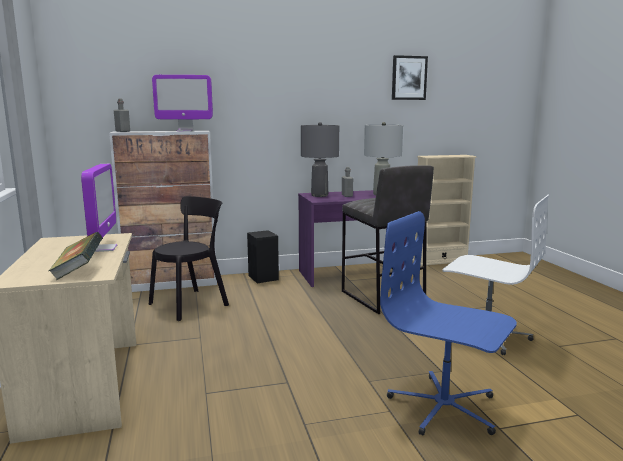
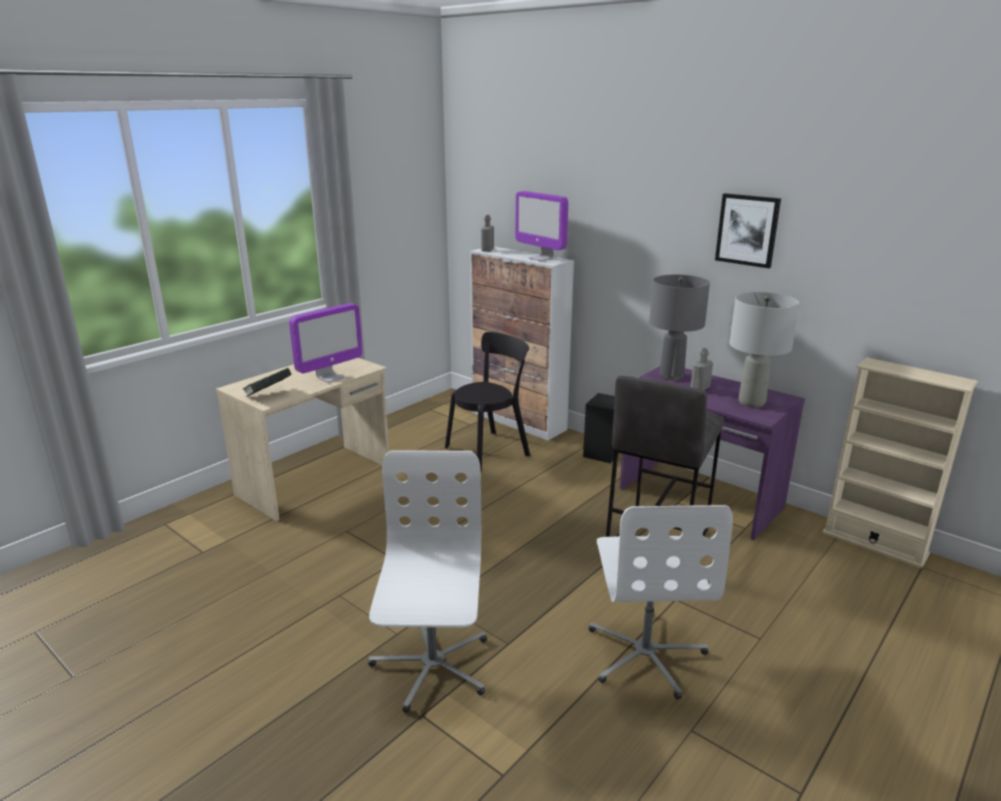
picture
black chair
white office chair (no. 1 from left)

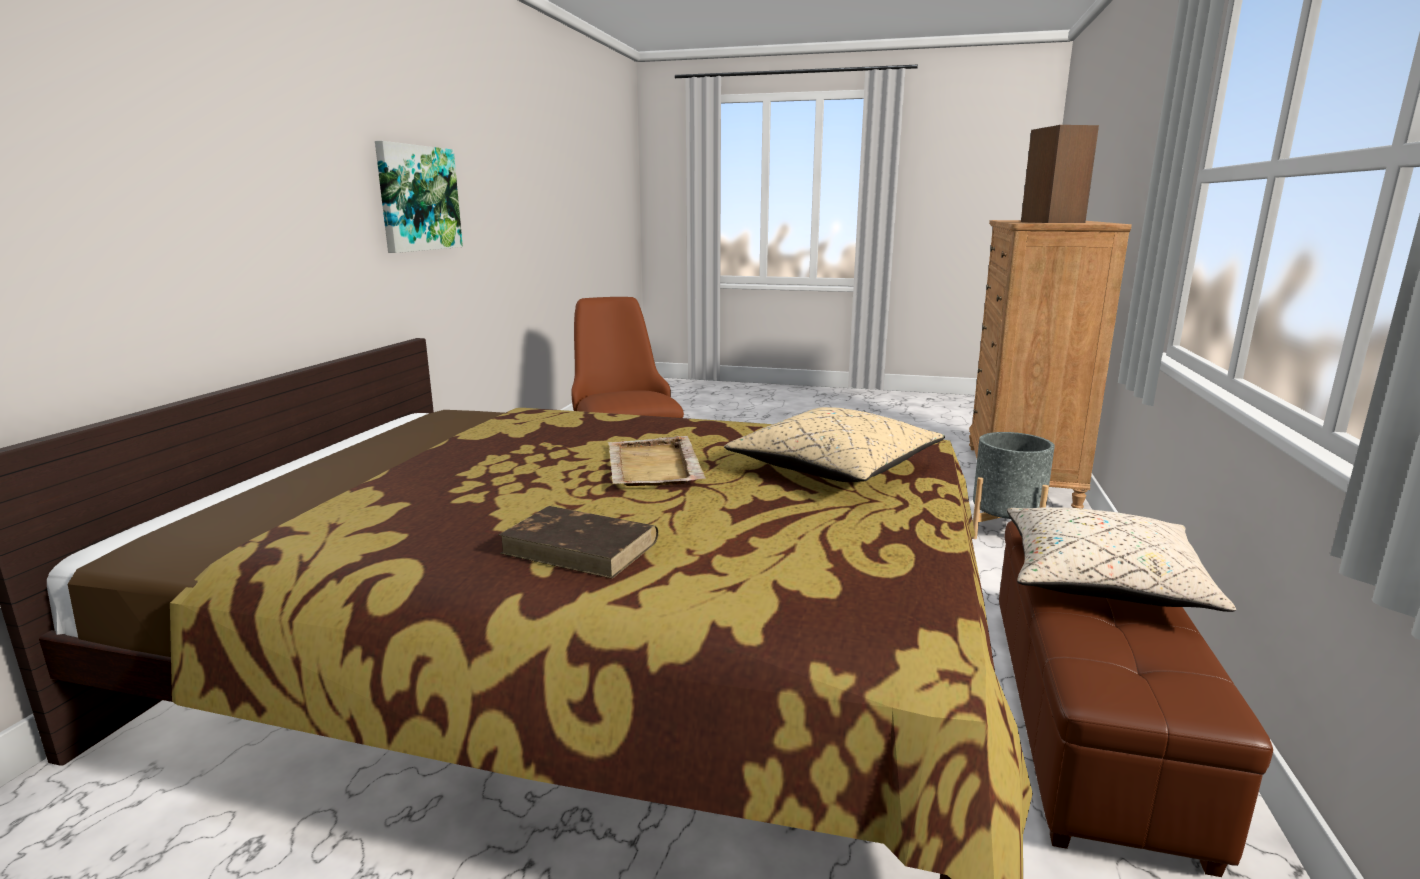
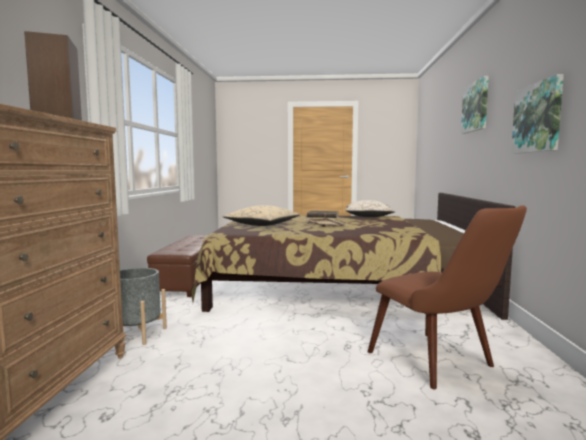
beige pillow (no. 2 from left)
picture (no. 1 from left)

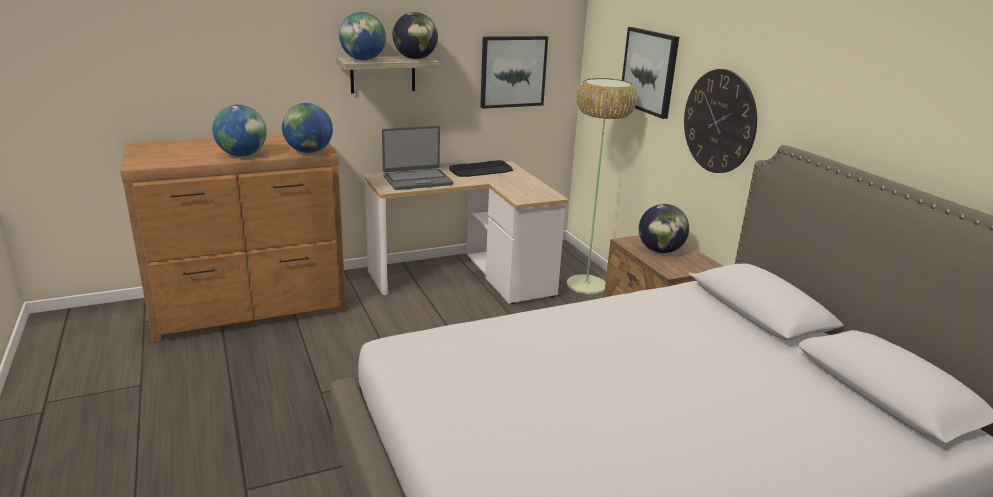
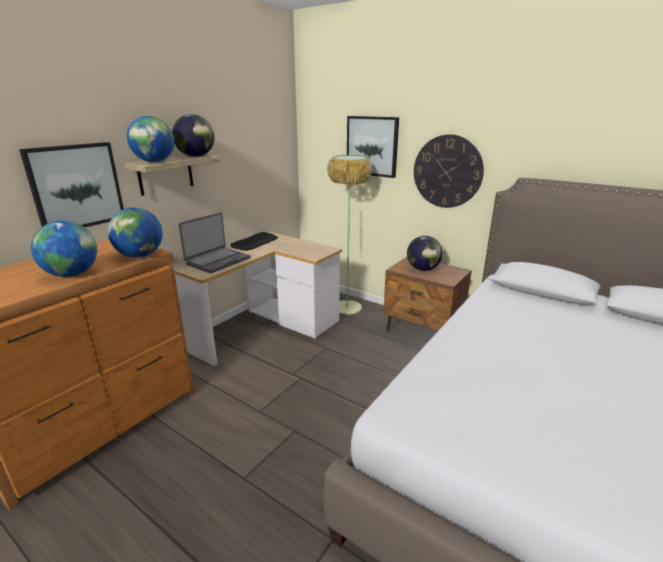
picture (no. 1 from left)

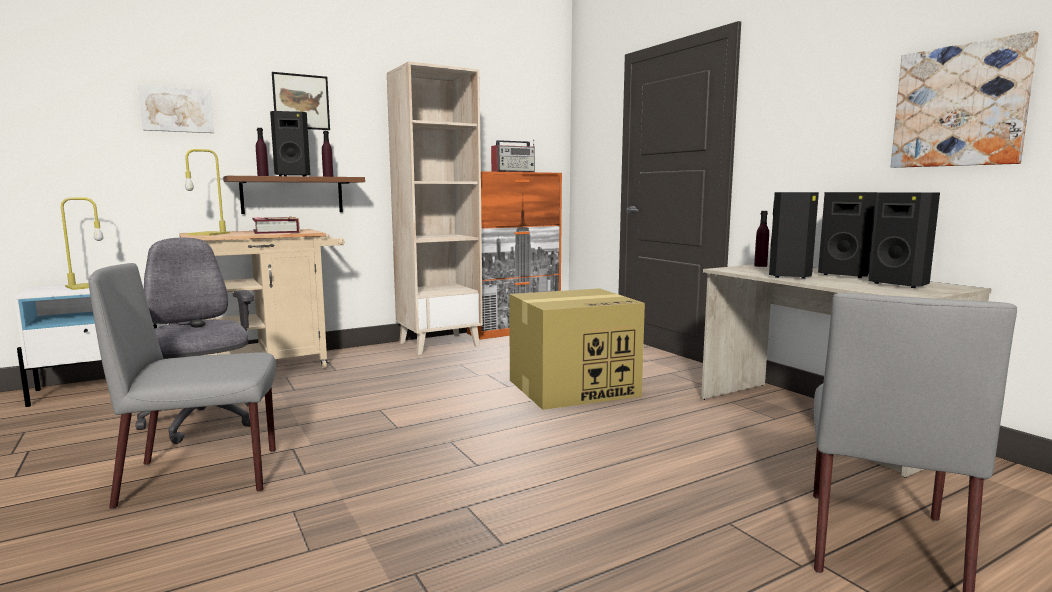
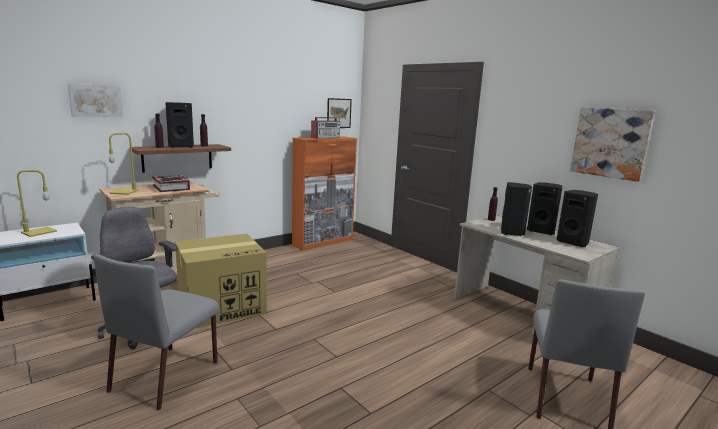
beige bookcase
picture (no. 2 from left)
grey chair (no. 1 from left)
cardboard box

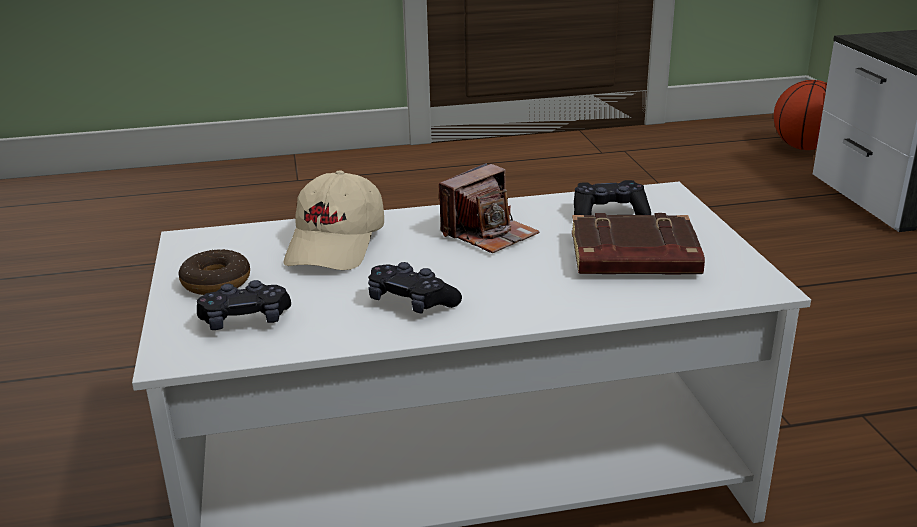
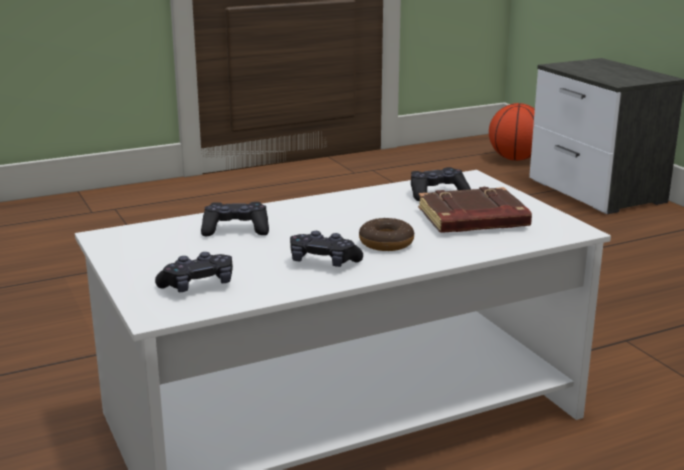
photo camera
black game controller (no. 2 from left)
donut

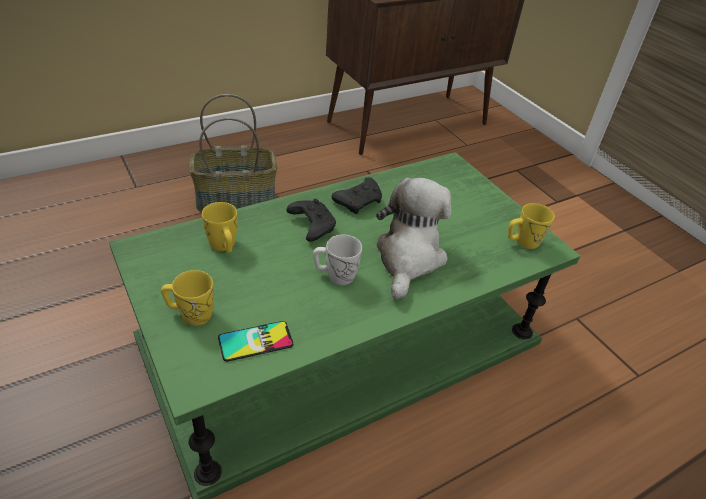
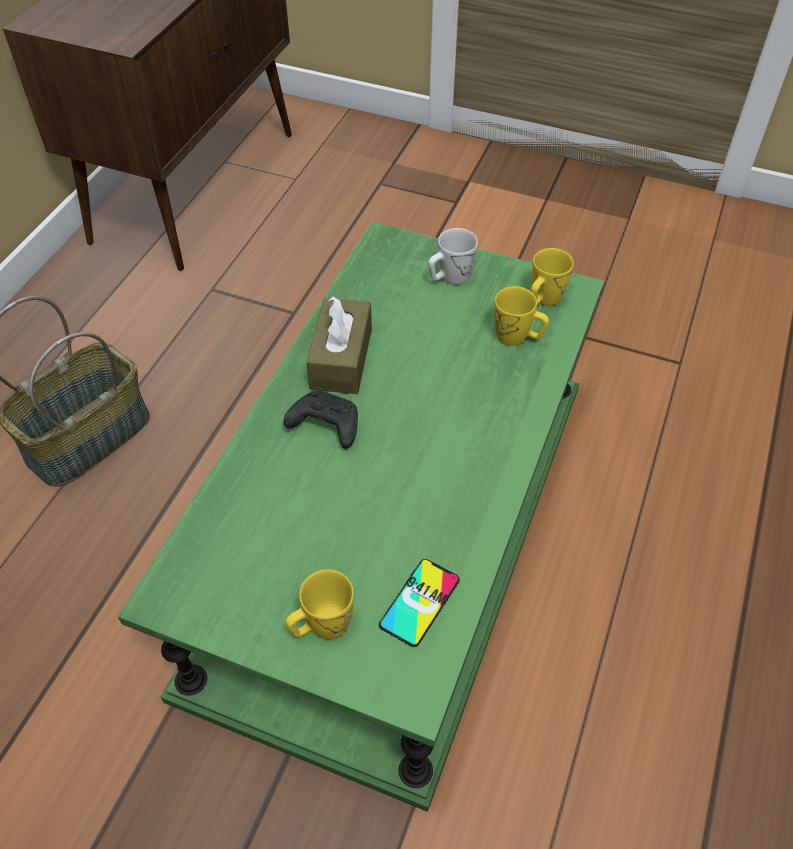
brown tissue box
plush toy
yellow mug (no. 2 from left)
white mug

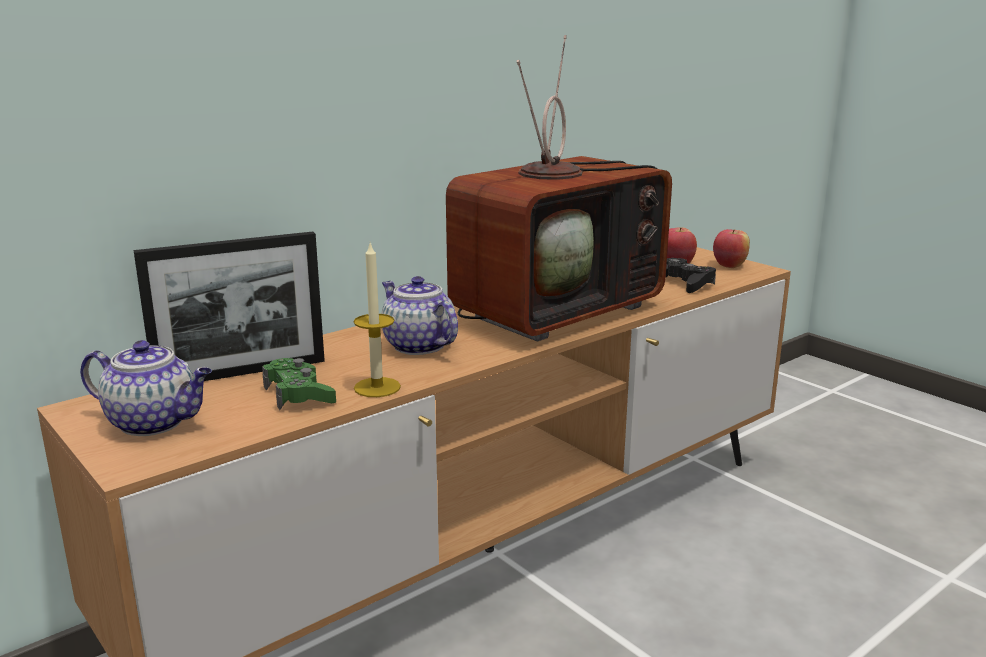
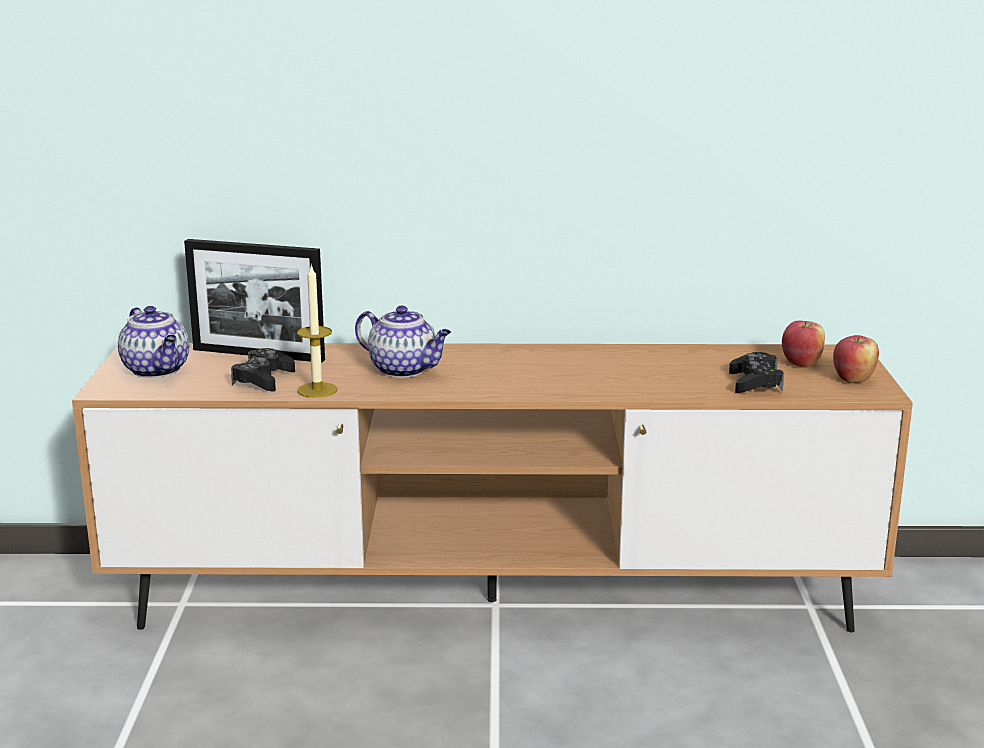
television
teapot (no. 2 from left)
black game controller (no. 1 from left)

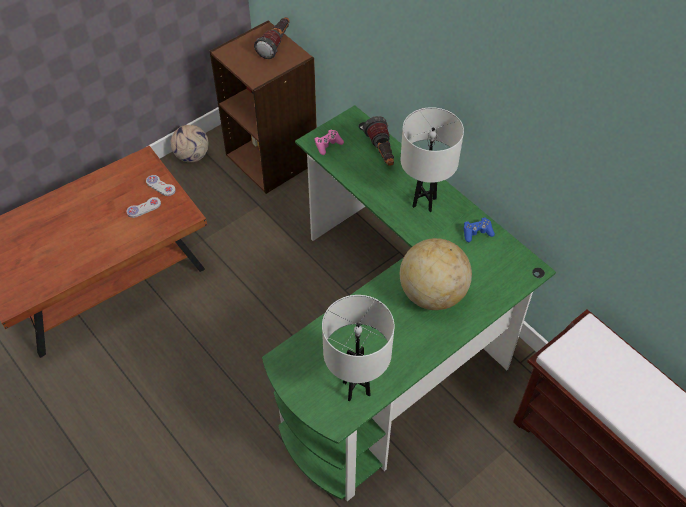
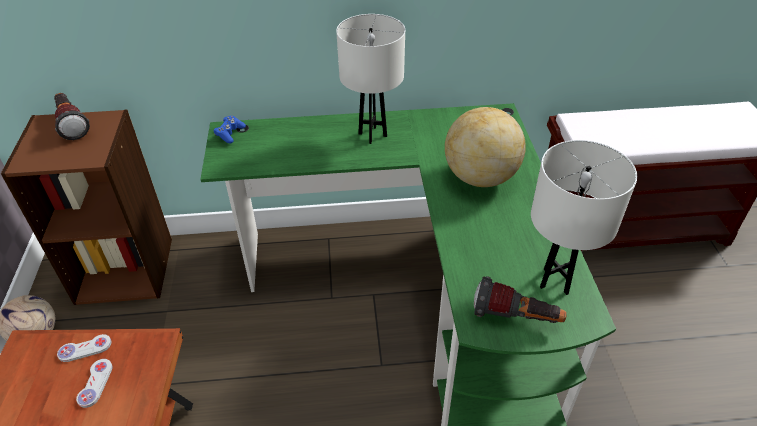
flashlight (no. 2 from left)
pink game controller
blue game controller

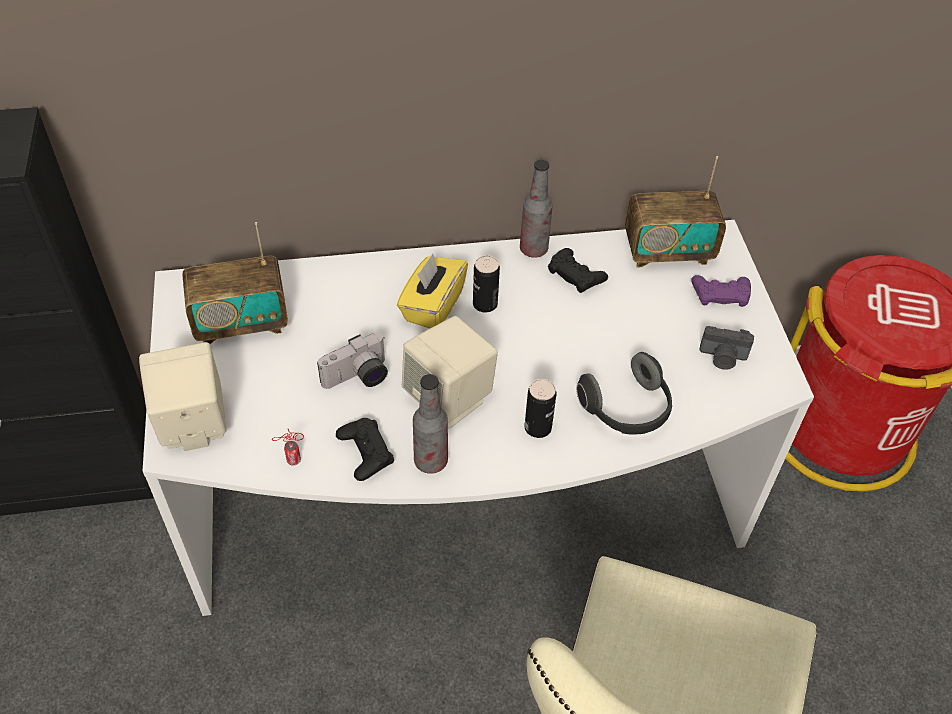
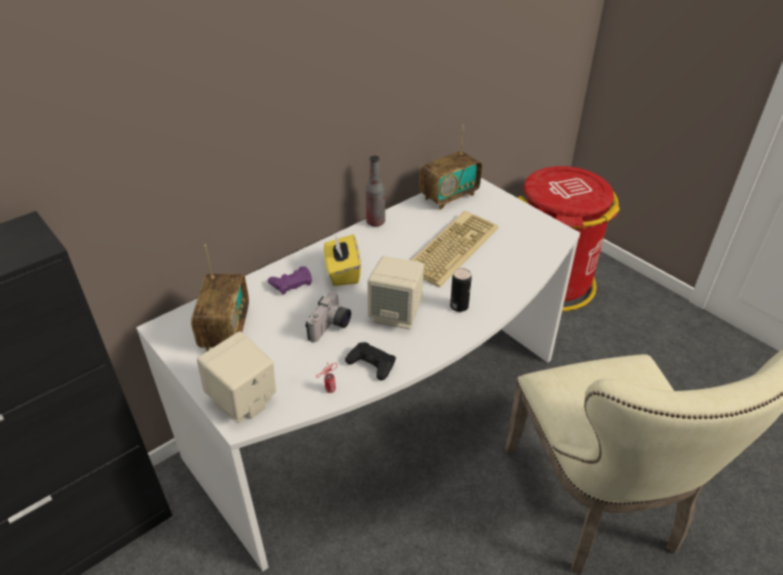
radio (no. 1 from left)
black game controller (no. 2 from left in the first image)
can (no. 2 from left in the first image)
purple game controller
photo camera (no. 2 from left in the first image)
headphones
bottle (no. 1 from left in the first image)
keyboard

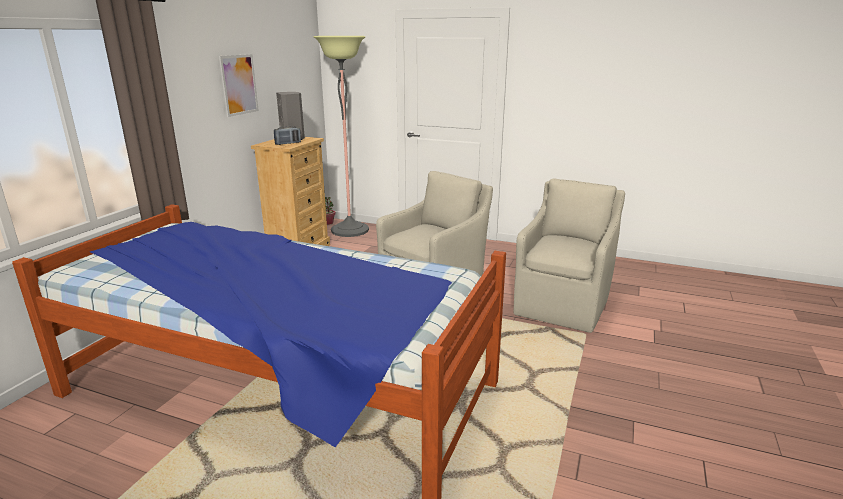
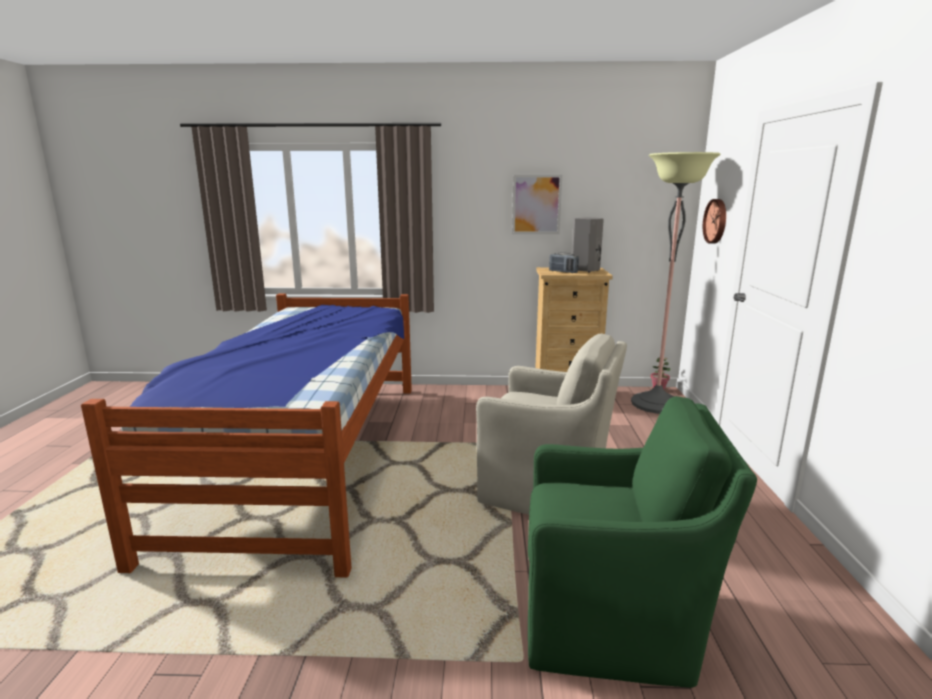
green armchair
wall clock

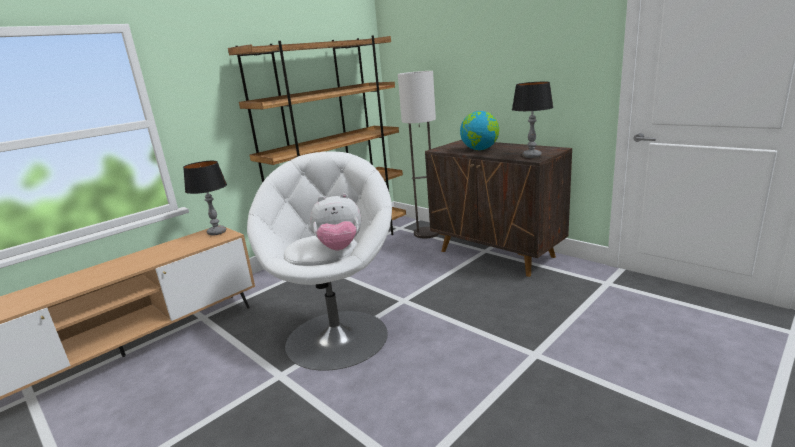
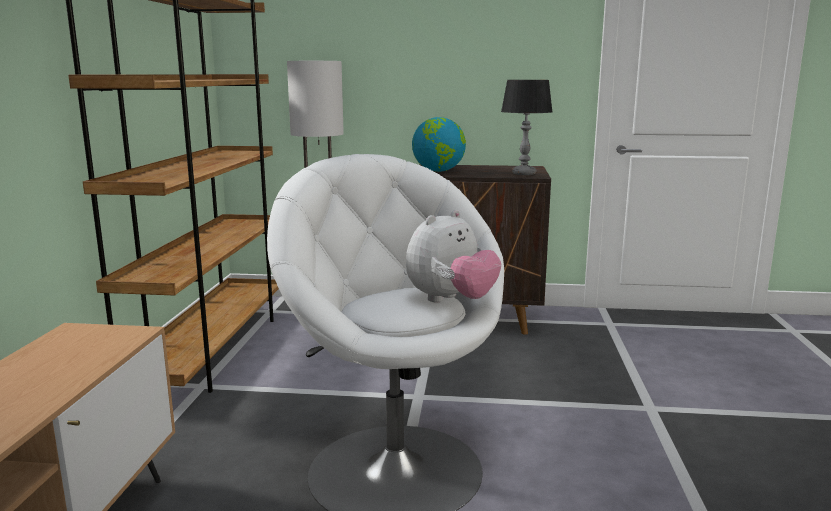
table lamp (no. 1 from left in the first image)

